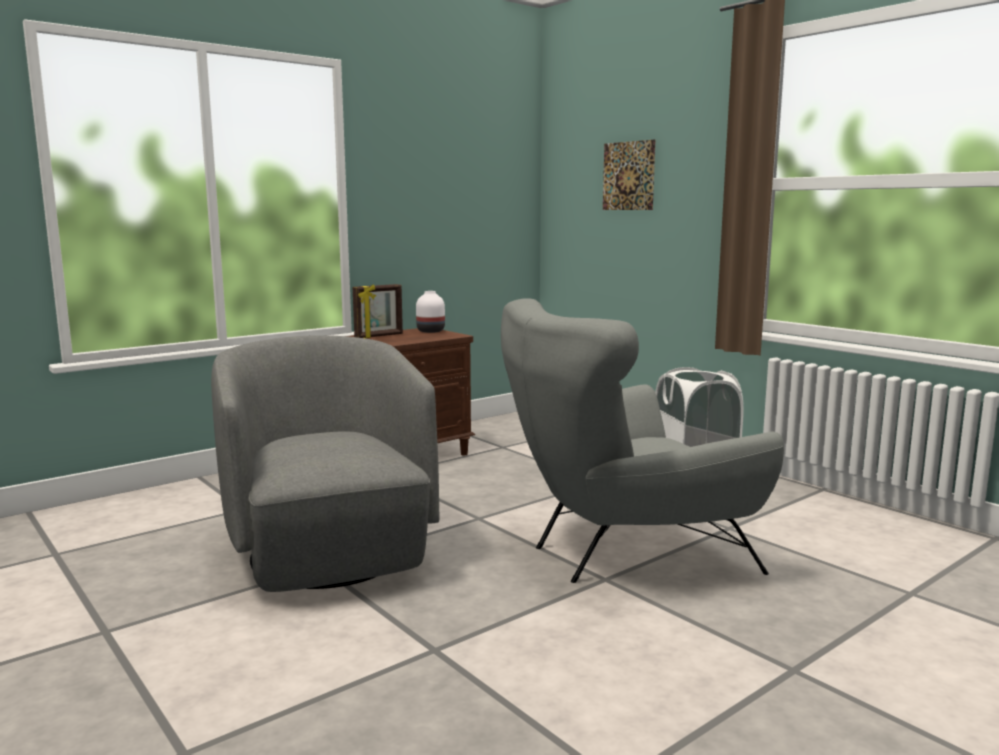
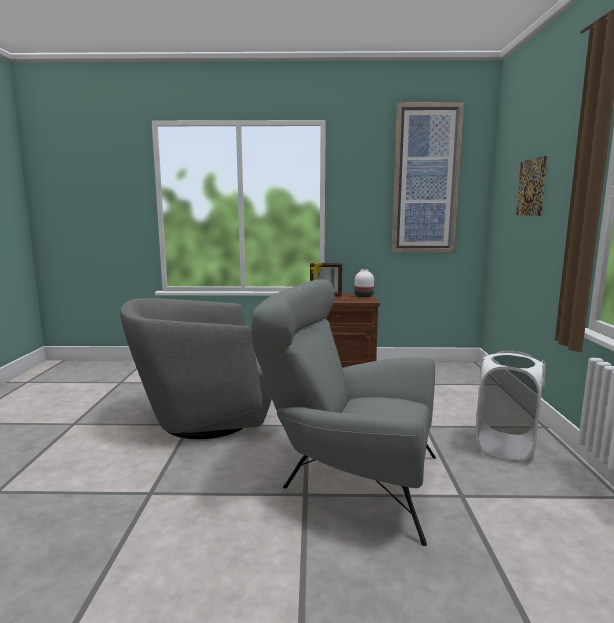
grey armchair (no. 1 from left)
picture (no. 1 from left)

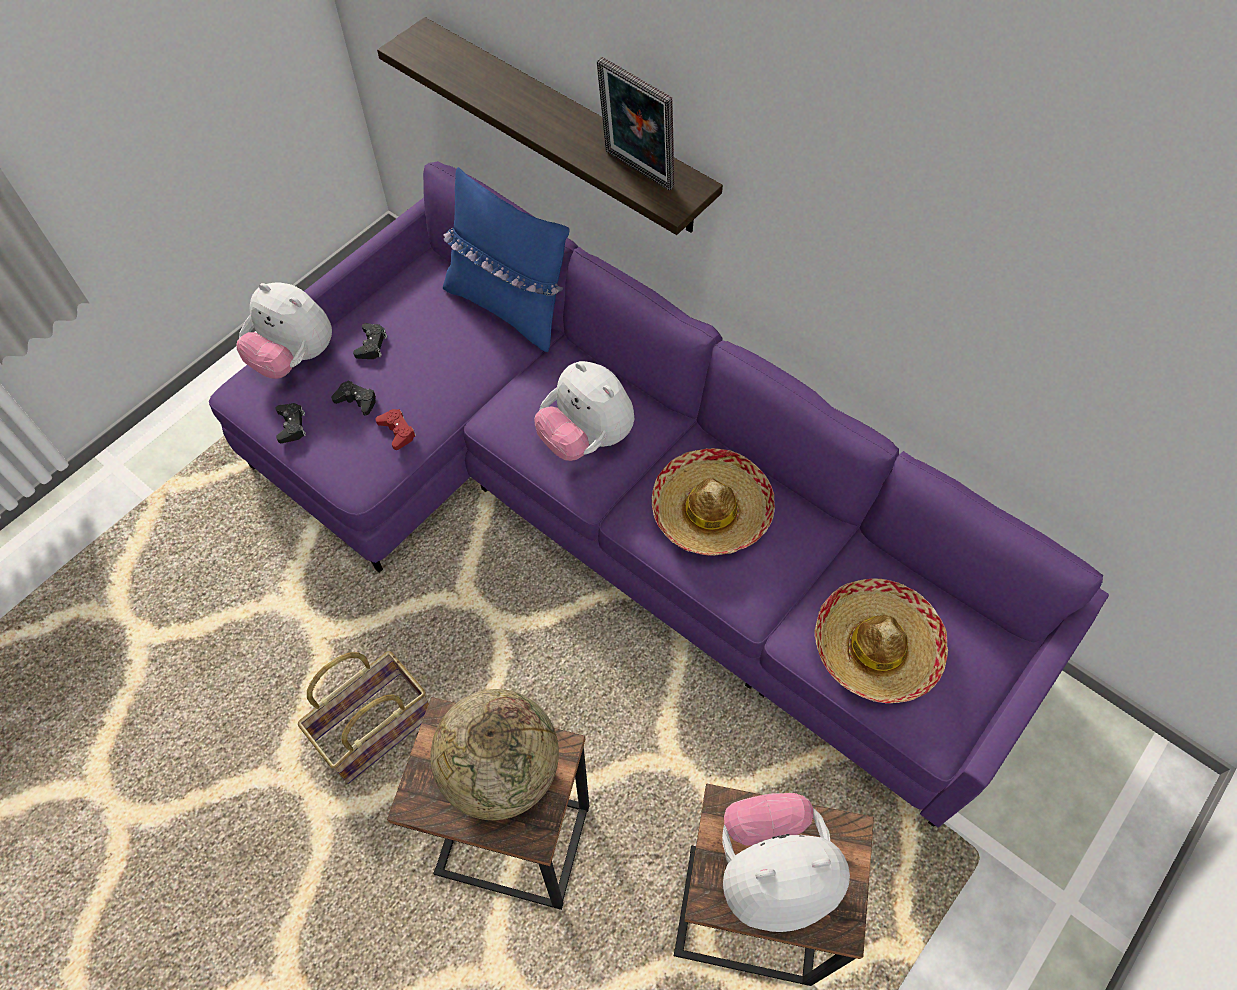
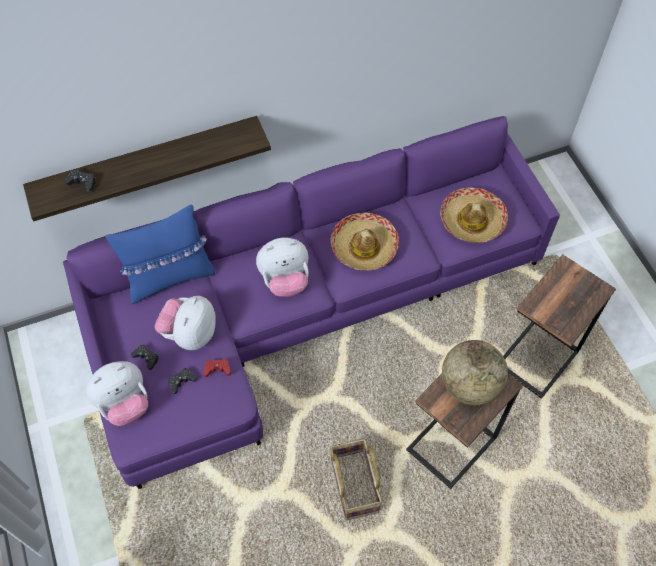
picture frame
black game controller (no. 1 from left)
plush toy (no. 2 from left)

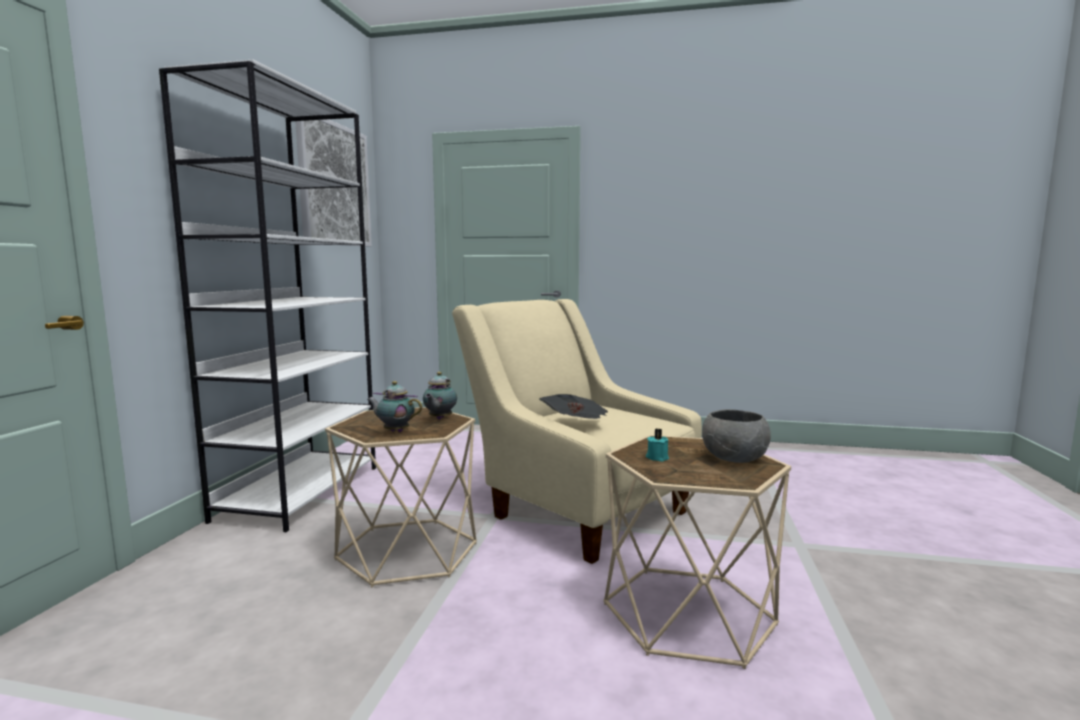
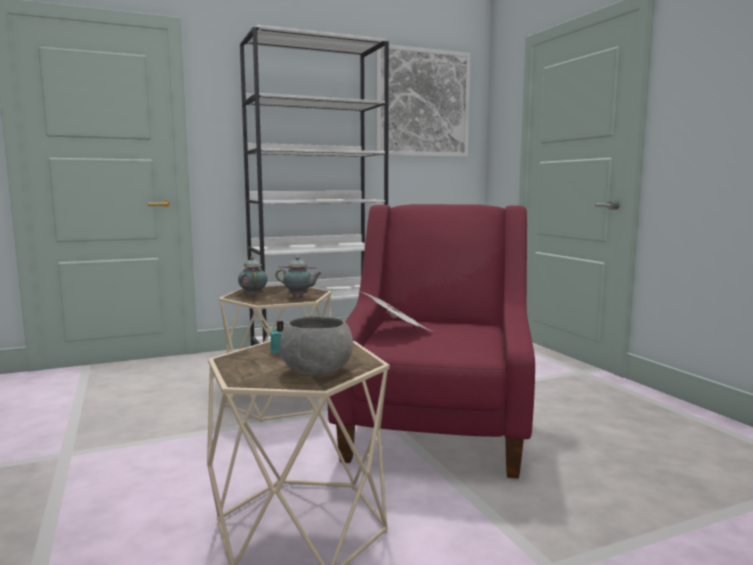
red armchair
teapot (no. 2 from left)

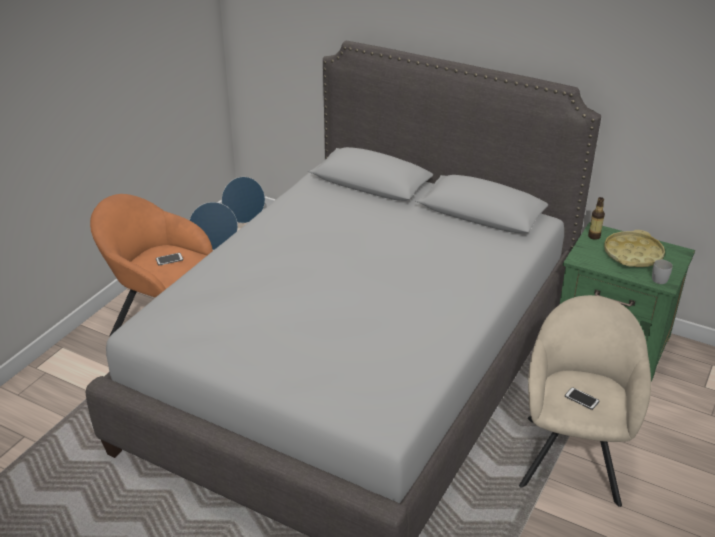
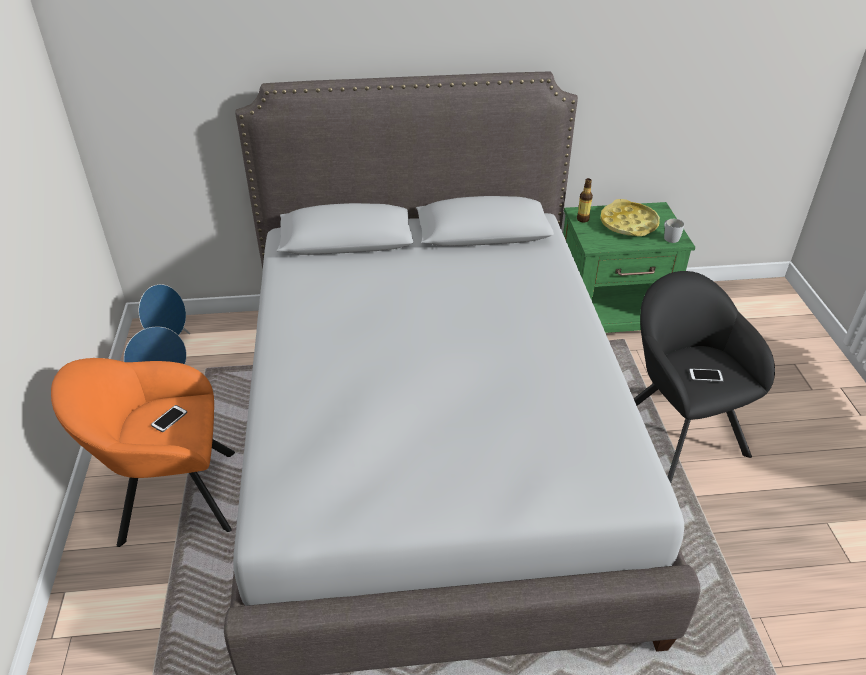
black armchair

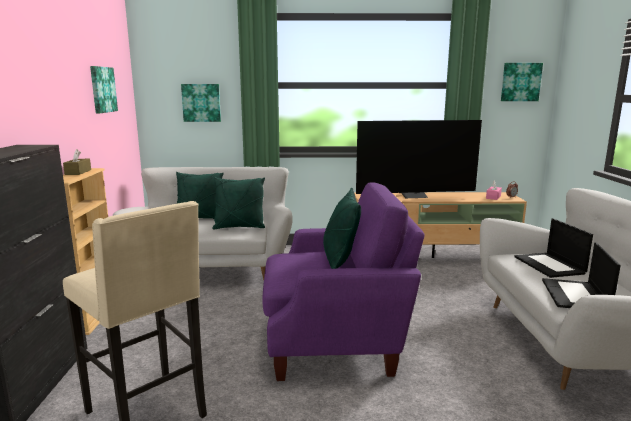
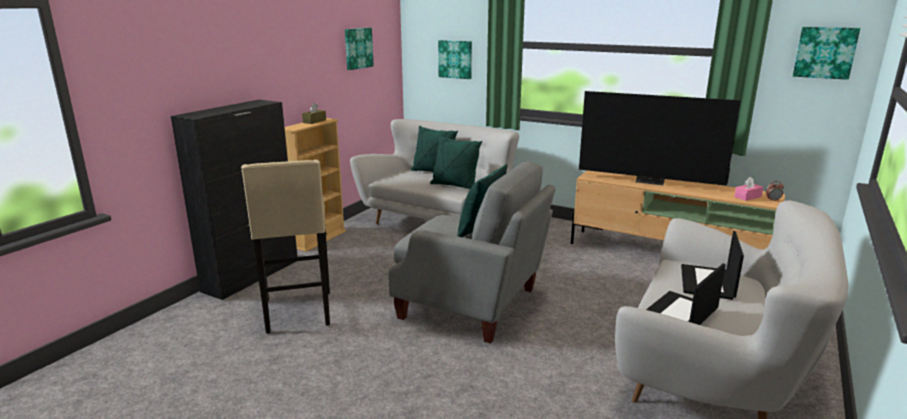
grey armchair

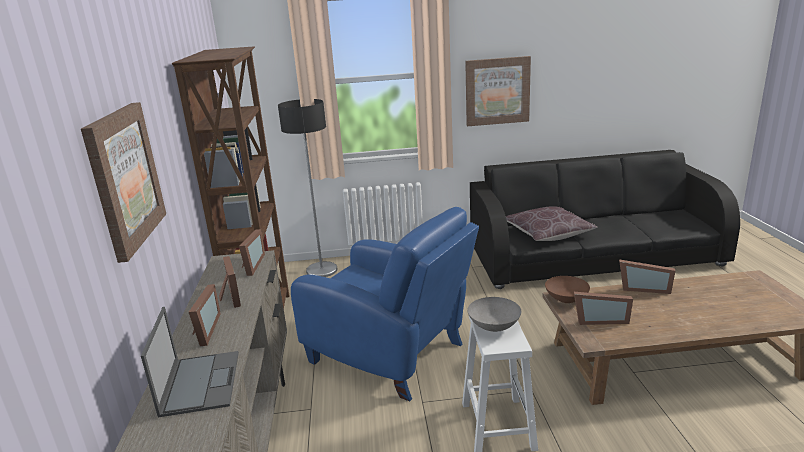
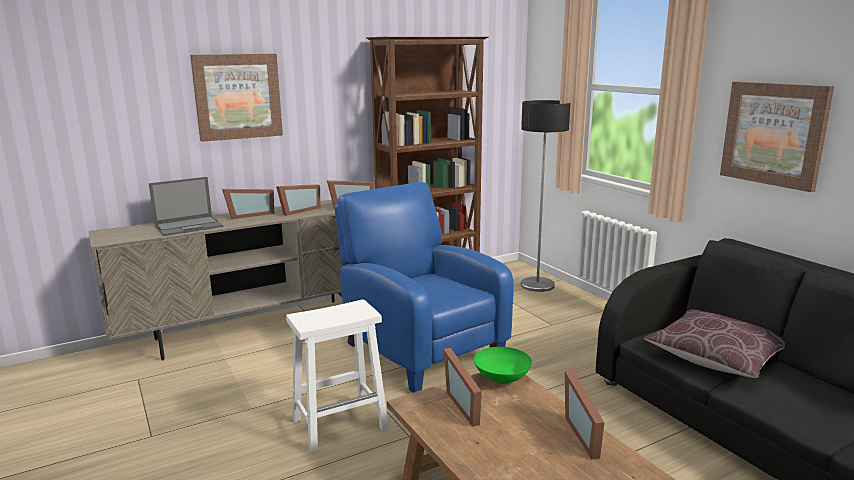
blue armchair
green bowl
grey bowl

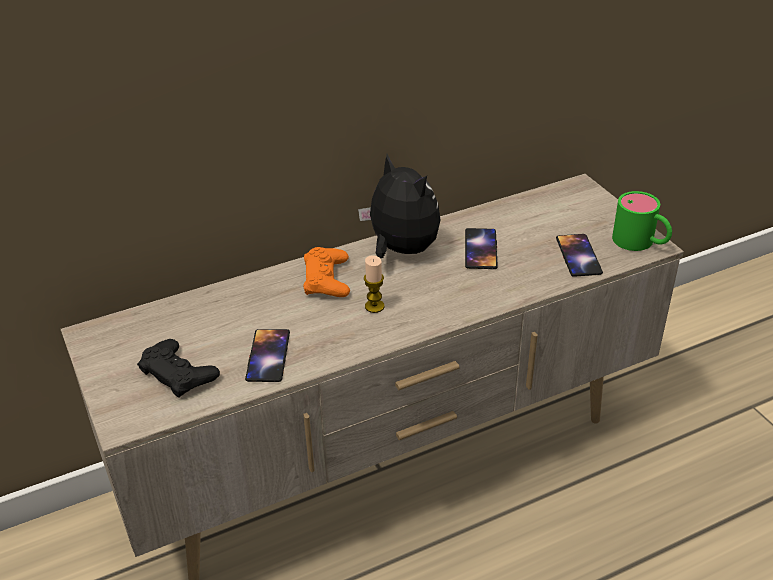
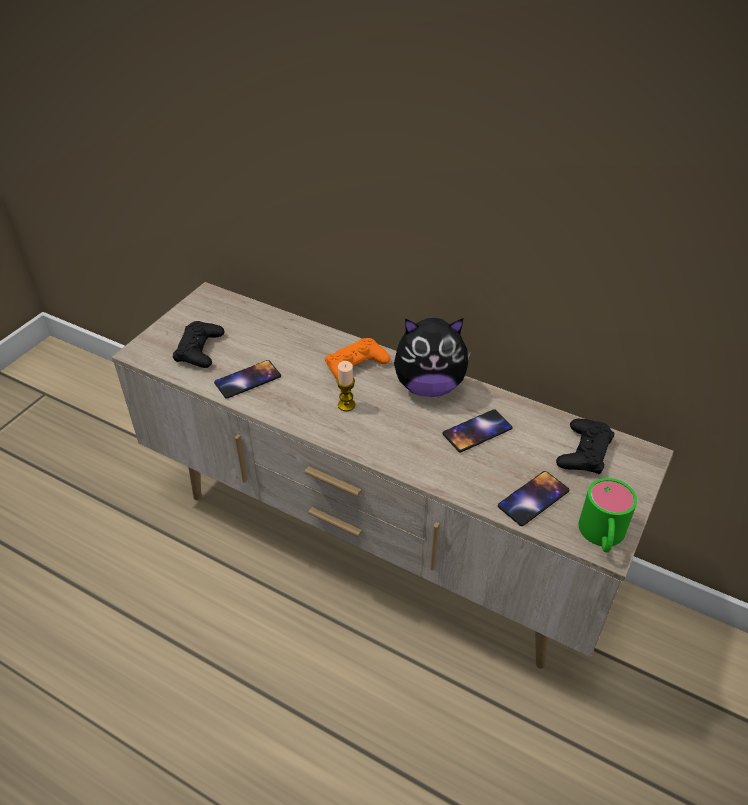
plush toy
black game controller (no. 2 from left)

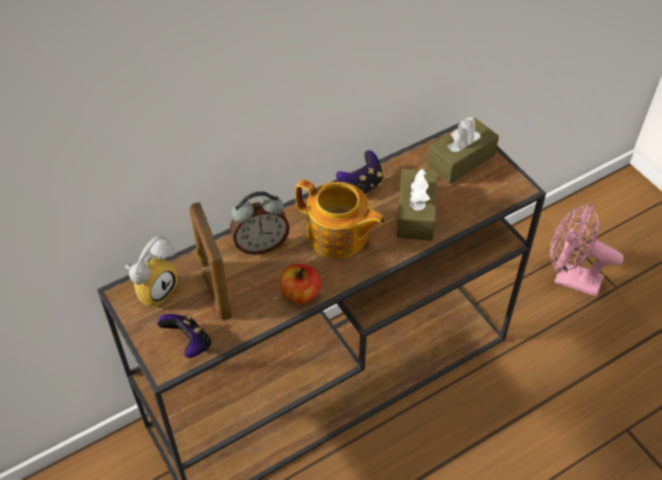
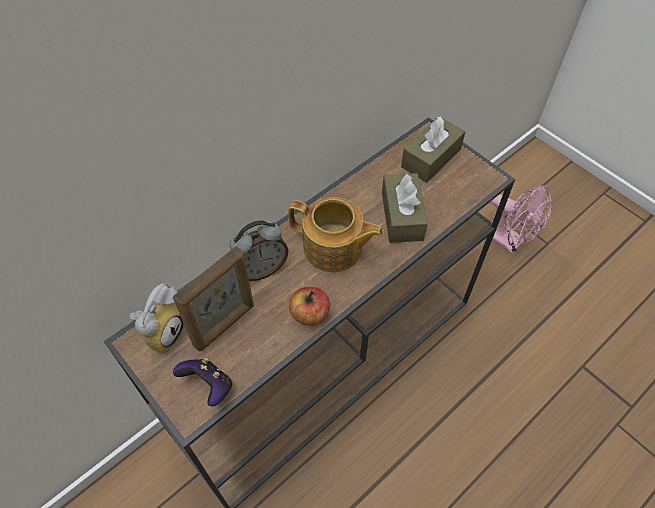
game controller (no. 2 from left in the first image)
picture frame
pink fan

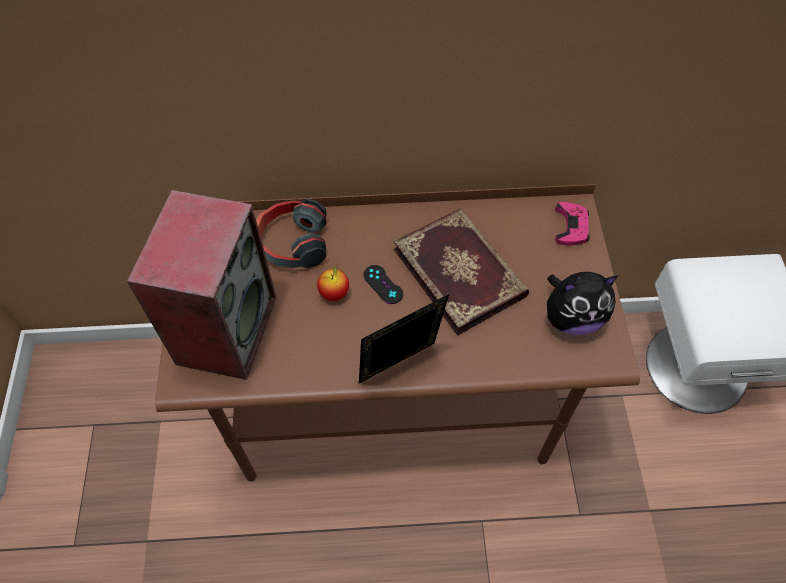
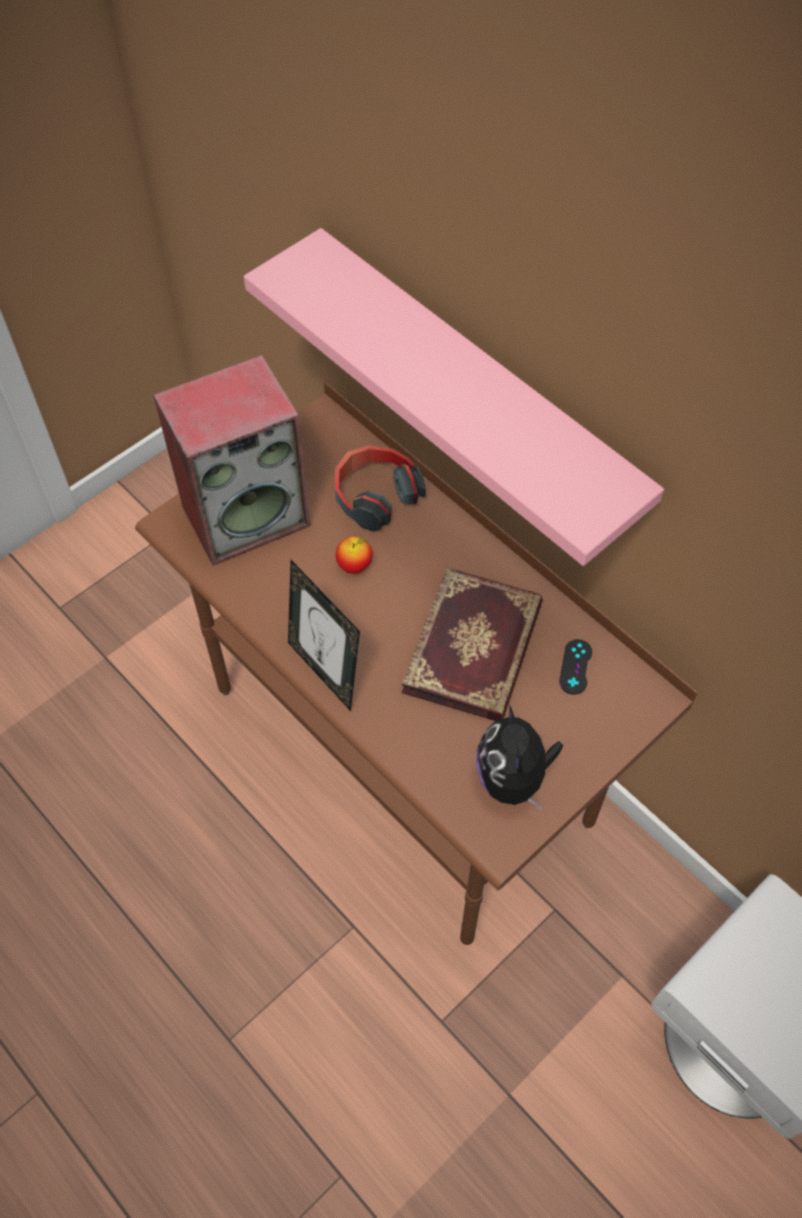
pink game controller
black game controller
plush toy
picture frame
pink shelf

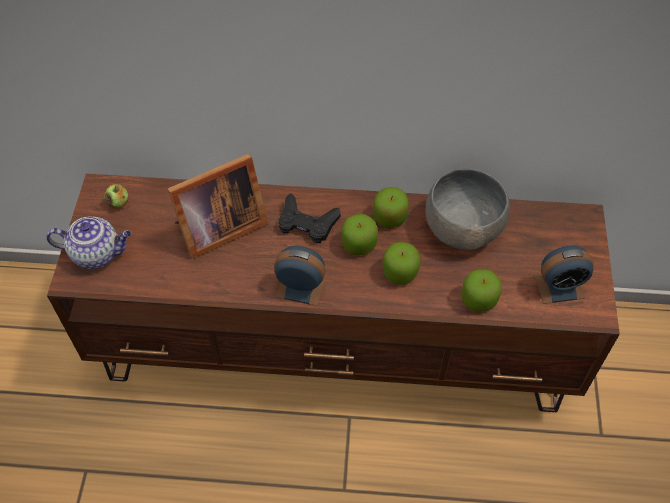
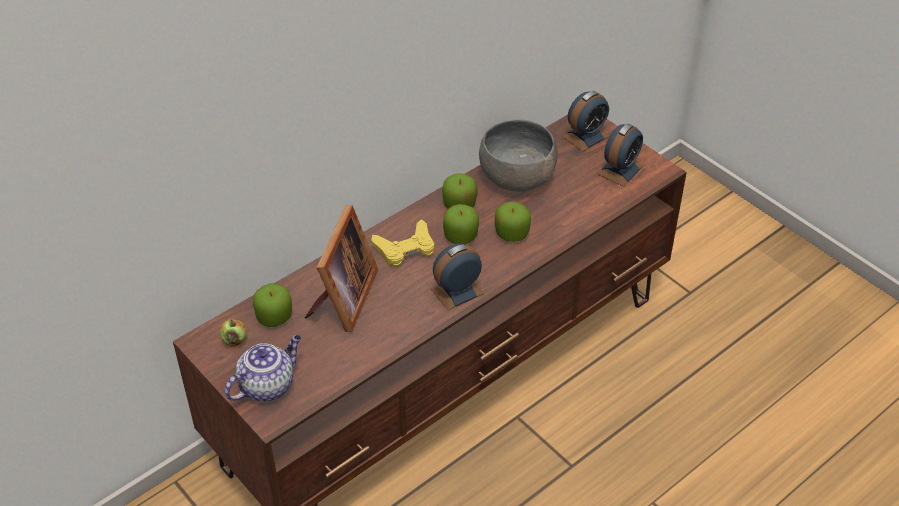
yellow game controller
apple (no. 2 from left)
alarm clock (no. 2 from left)

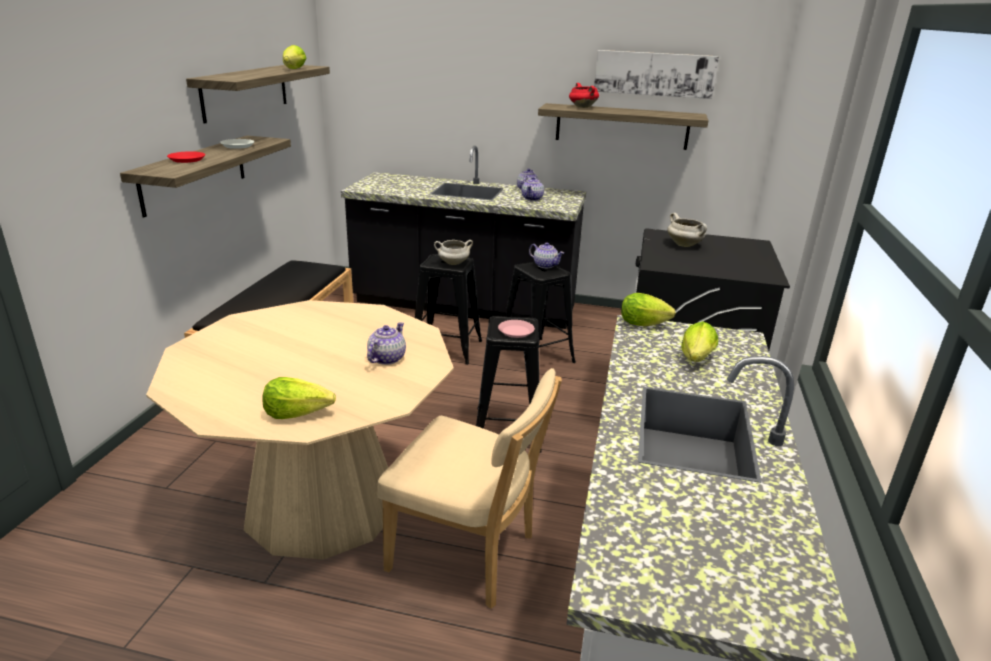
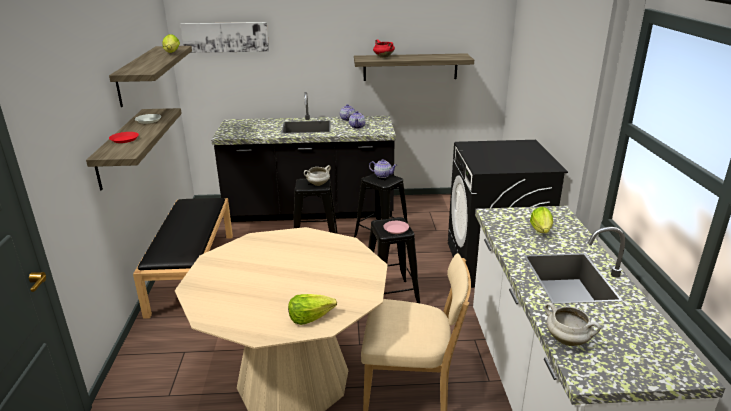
picture
white cooking pot (no. 2 from left)
lettuce (no. 3 from left in the first image)
teapot (no. 1 from left in the first image)

